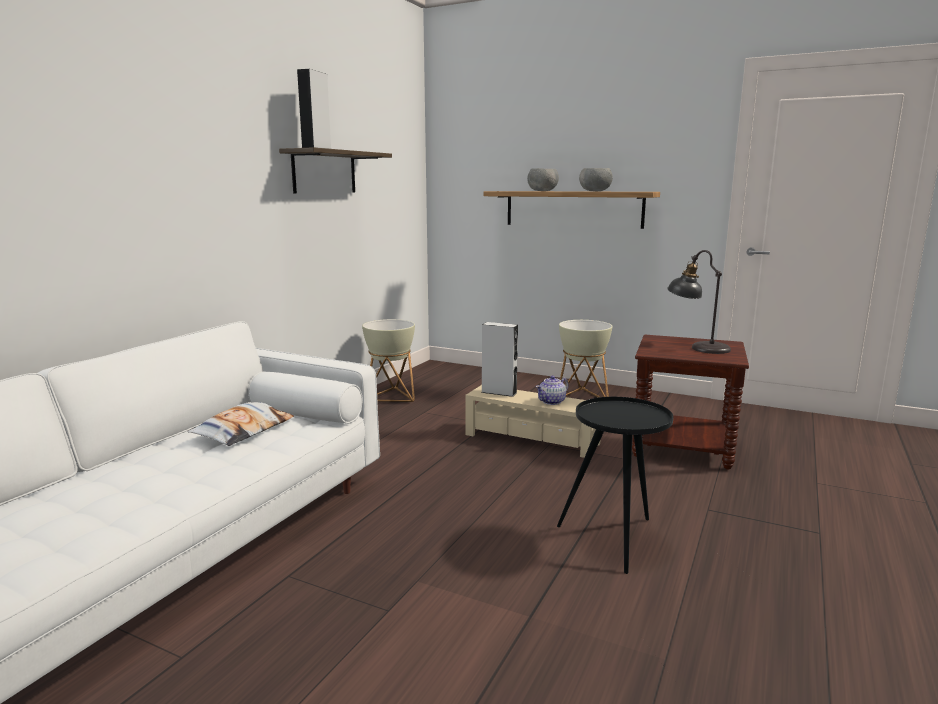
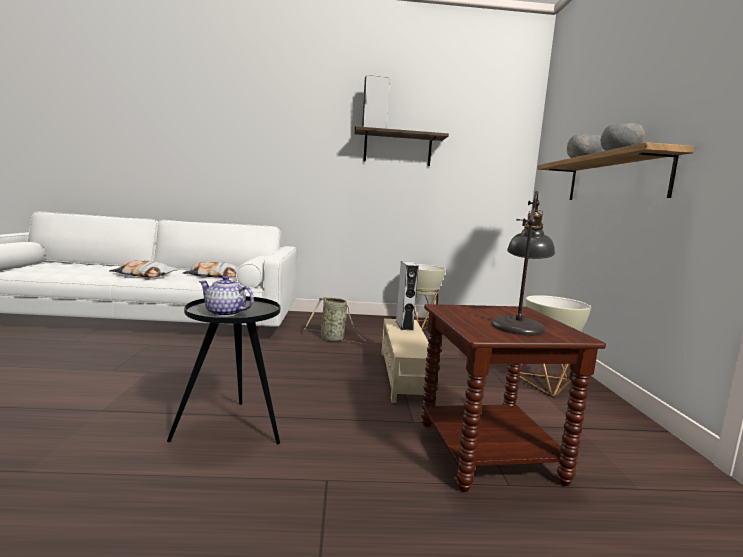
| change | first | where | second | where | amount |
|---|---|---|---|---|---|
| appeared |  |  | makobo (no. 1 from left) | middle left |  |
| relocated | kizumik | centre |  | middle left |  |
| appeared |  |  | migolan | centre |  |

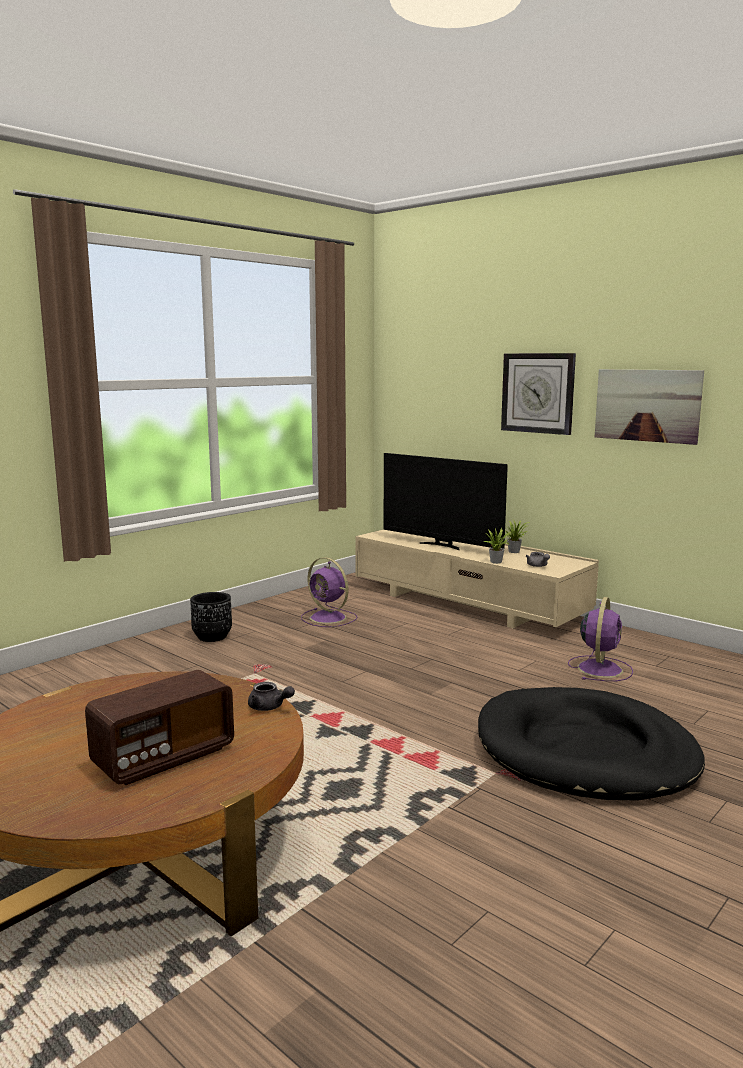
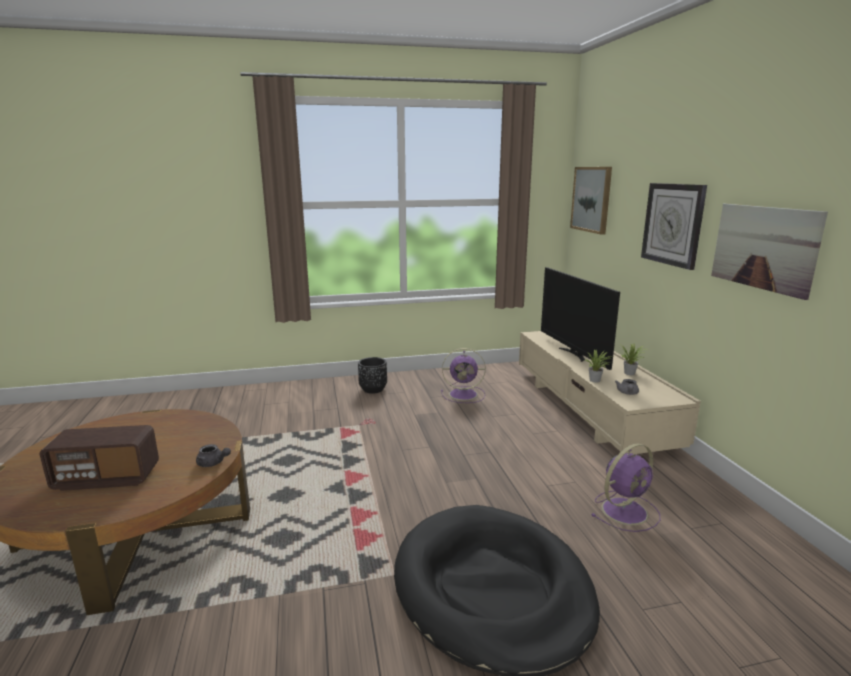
| change | first | where | second | where | amount |
|---|---|---|---|---|---|
| spun | kizumik (grey) (no. 1 from left) | centre |  | bottom left | 45 degrees counterclockwise |
| spun | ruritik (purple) (no. 1 from left) | centre |  | centre | 75 degrees counterclockwise |
| appeared |  |  | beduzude (no. 1 from left) | top right |  |

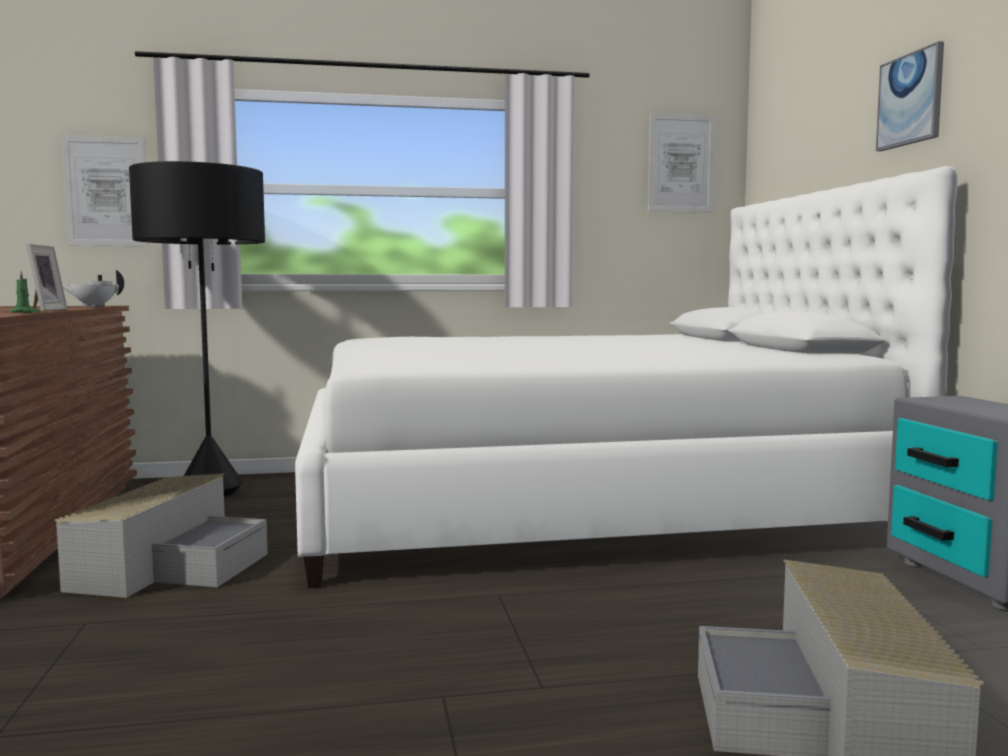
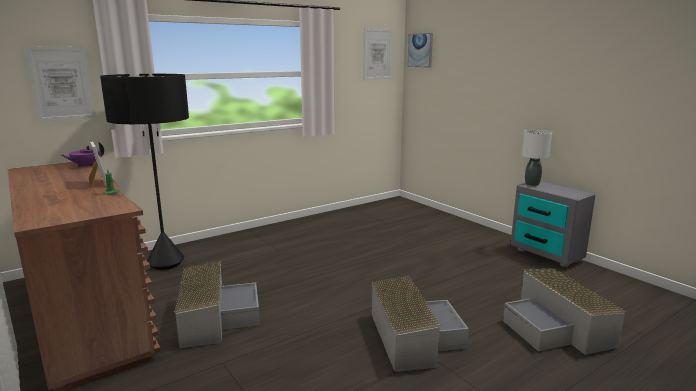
| change | first | where | second | where | amount |
|---|---|---|---|---|---|
| colour | kizumik (white) | middle left | kizumik (purple) | middle left |  |
| appeared |  |  | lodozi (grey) (no. 2 from left) | bottom centre |  |
| relocated | beduzude (no. 3 from left) | top right |  | top centre |  |
| appeared |  |  | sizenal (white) | middle right |  |
| missing | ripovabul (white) | centre |  |  |  |

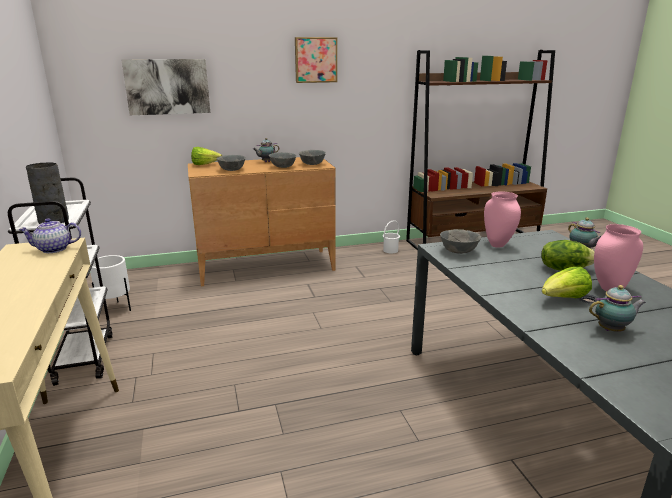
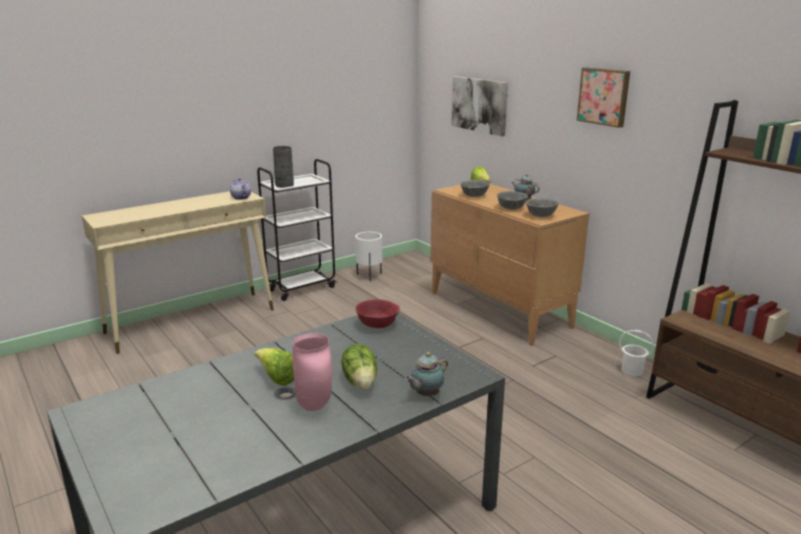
| change | first | where | second | where | amount |
|---|---|---|---|---|---|
| colour | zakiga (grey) (no. 4 from left) | middle right | zakiga (red) | centre |  |
| missing | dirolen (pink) (no. 1 from left) | middle right |  |  |  |
| missing | kizumik (no. 4 from left) | middle right |  |  |  |

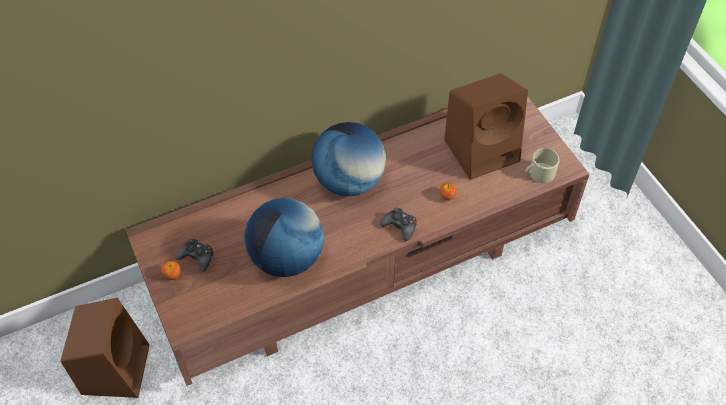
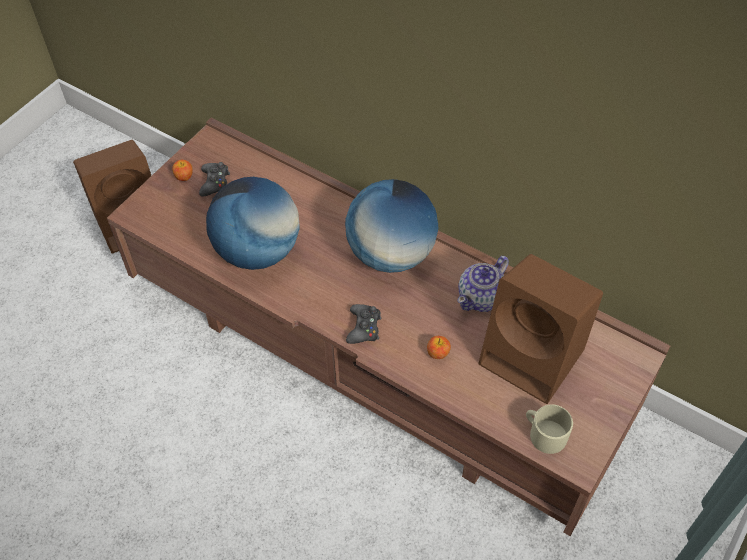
| change | first | where | second | where | amount |
|---|---|---|---|---|---|
| appeared |  |  | kizumik | centre |  |

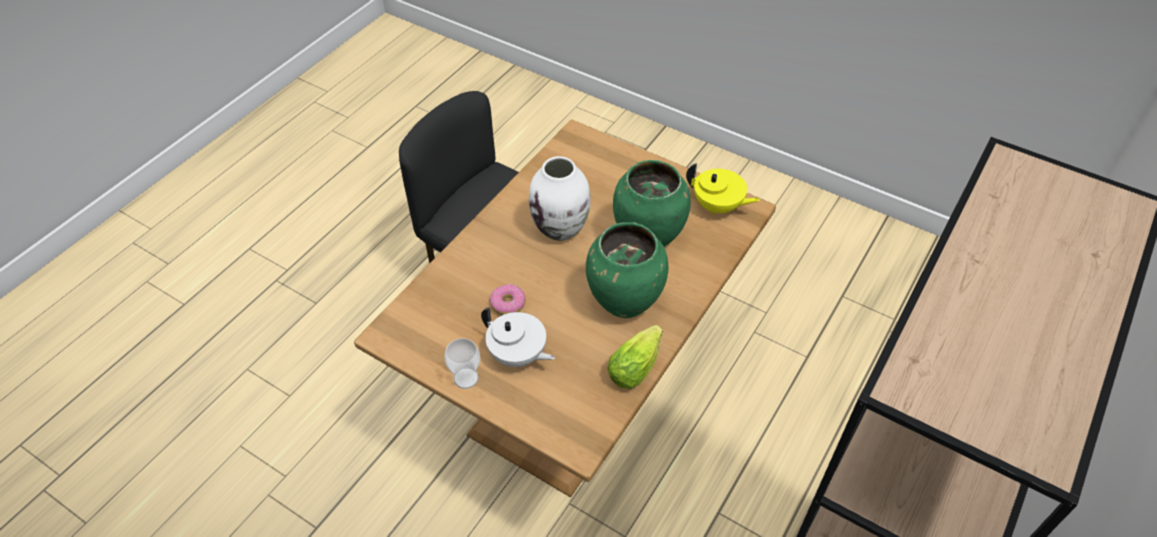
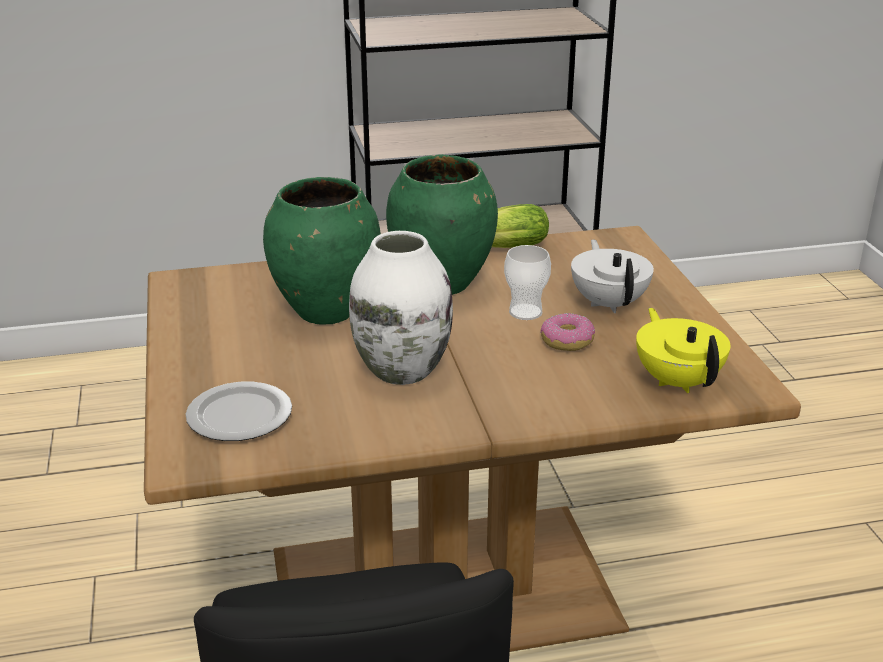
| change | first | where | second | where | amount |
|---|---|---|---|---|---|
| appeared |  |  | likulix | middle left |  |
| relocated | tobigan | bottom centre |  | centre |  |
| relocated | kizumik (yellow) | centre |  | middle right |  |

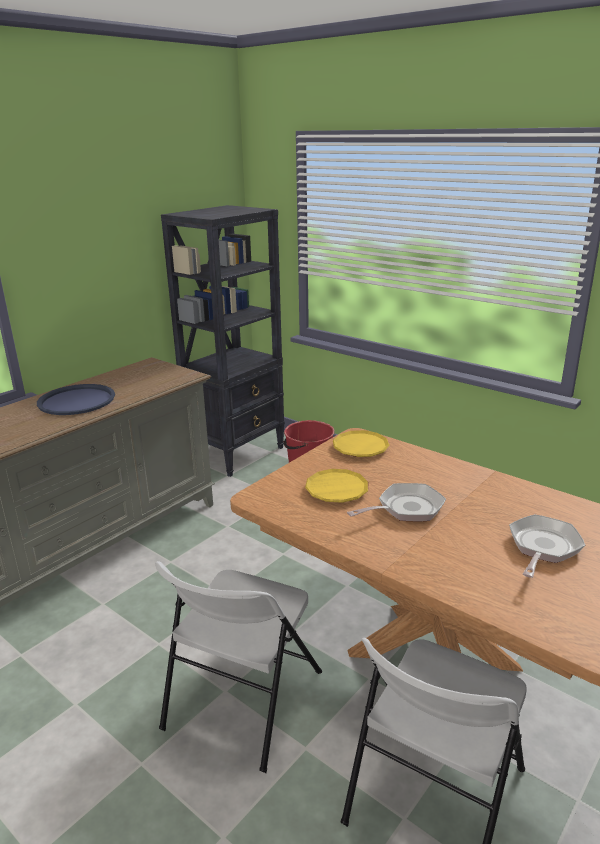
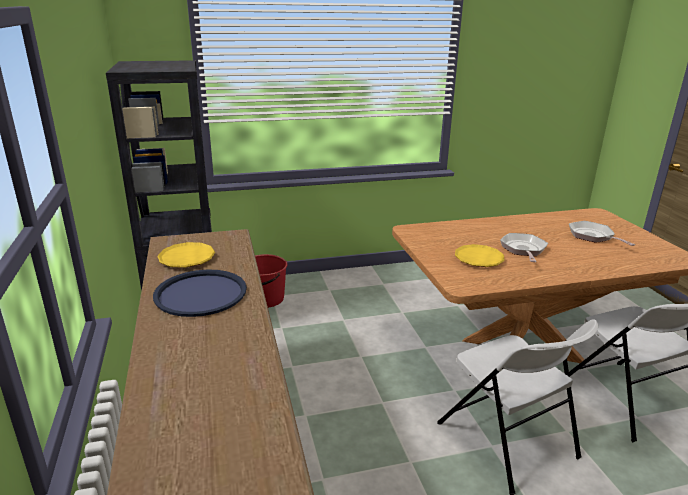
| change | first | where | second | where | amount |
|---|---|---|---|---|---|
| relocated | likulix (yellow) (no. 2 from left in the first image) | centre | likulix (yellow) (no. 1 from left) | middle left |  |

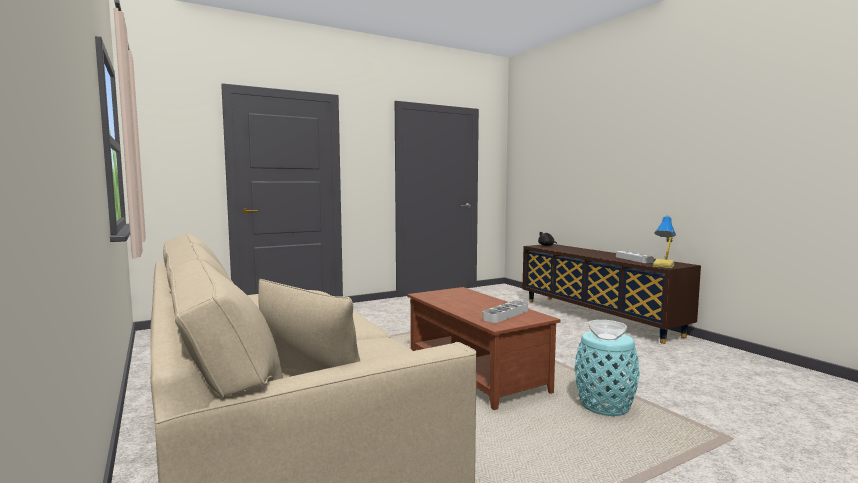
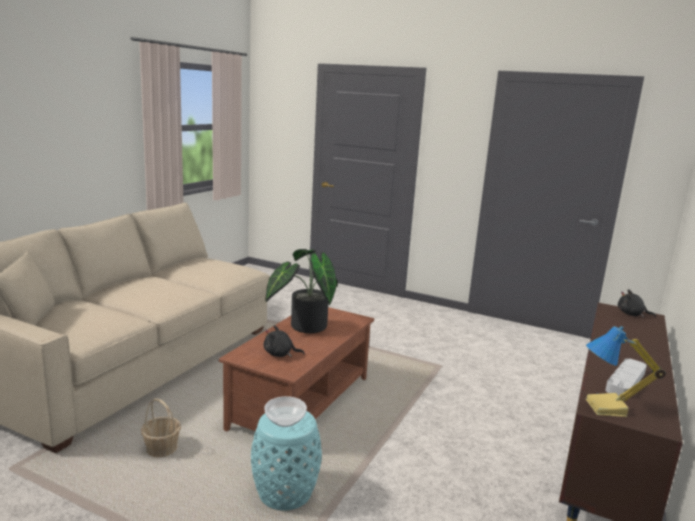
| change | first | where | second | where | amount |
|---|---|---|---|---|---|
| appeared |  |  | migolan | bottom left |  |
| exchanged | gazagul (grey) (no. 1 from left) | centre | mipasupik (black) (no. 1 from left) | centre |  |
| appeared |  |  | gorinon | centre |  |

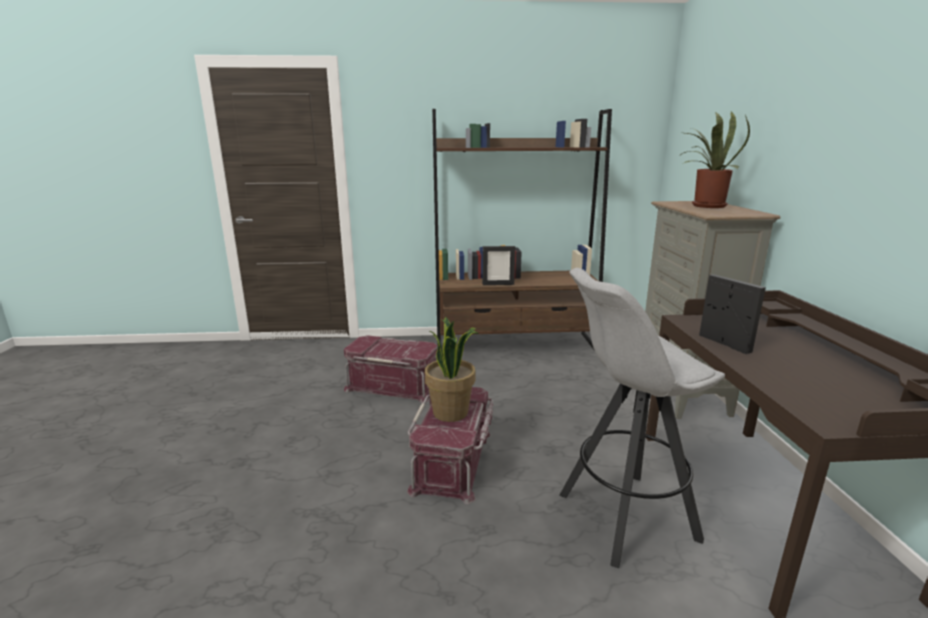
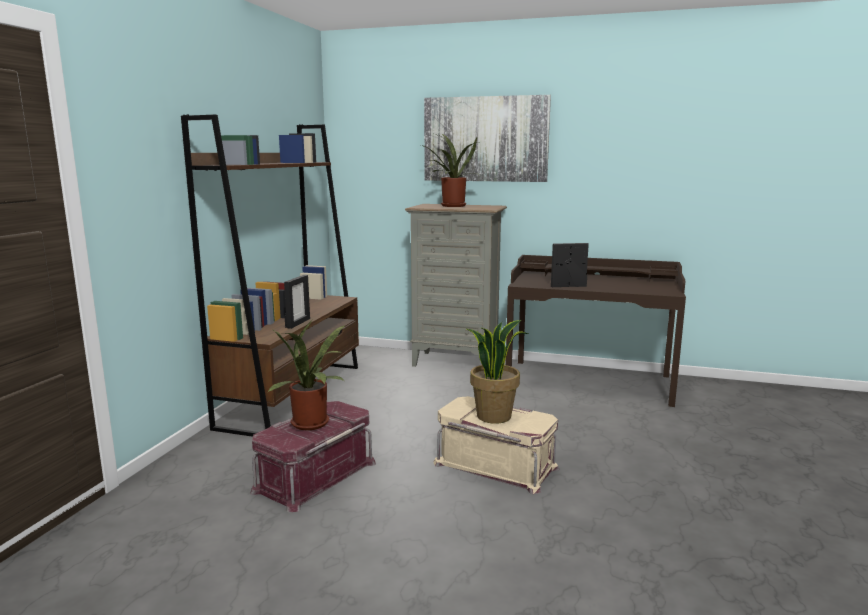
| change | first | where | second | where | amount |
|---|---|---|---|---|---|
| appeared |  |  | gorinon (no. 1 from left) | centre |  |
| appeared |  |  | beduzude | top centre |  |
| colour | lodozi (red) (no. 2 from left) | bottom centre | lodozi (beige) | bottom centre |  |
| missing | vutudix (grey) | bottom right |  |  |  |

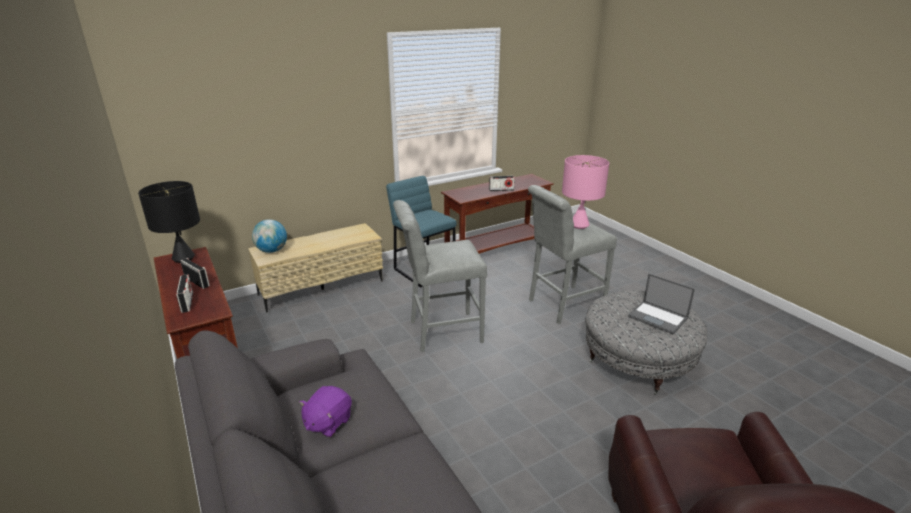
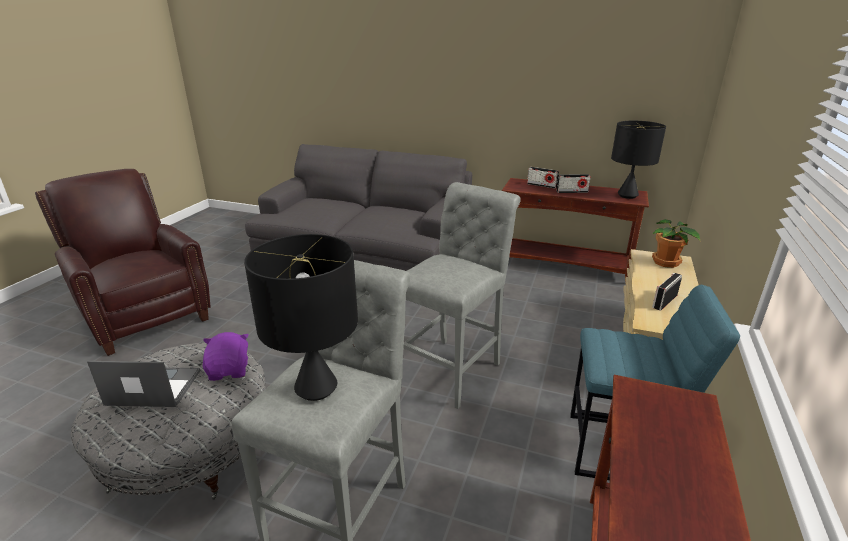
| change | first | where | second | where | amount |
|---|---|---|---|---|---|
| relocated | mipasupik (purple) | bottom centre |  | middle left |  |
| colour | sizenal (pink) | centre | sizenal (black) (no. 1 from left) | centre |  |
| exchanged | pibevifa | middle left | gorinon | middle right |  |
| relocated | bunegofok (no. 3 from left) | centre |  | middle right |  |

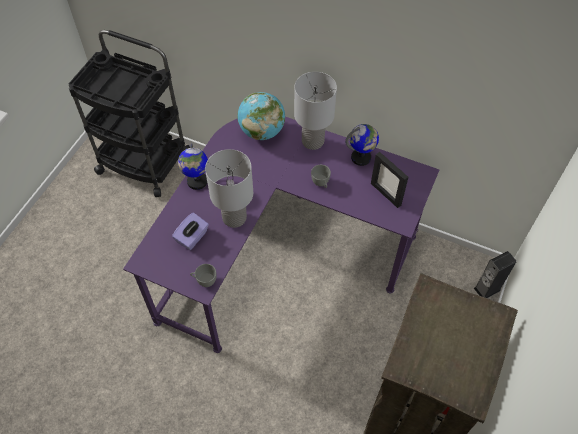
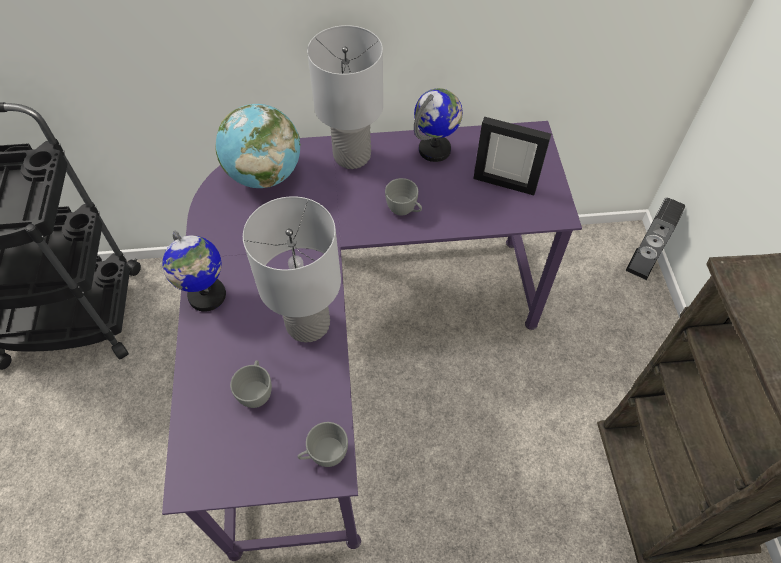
| change | first | where | second | where | amount |
|---|---|---|---|---|---|
| exchanged | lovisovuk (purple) | middle left | tobigan (grey) (no. 1 from left) | bottom left |  |

